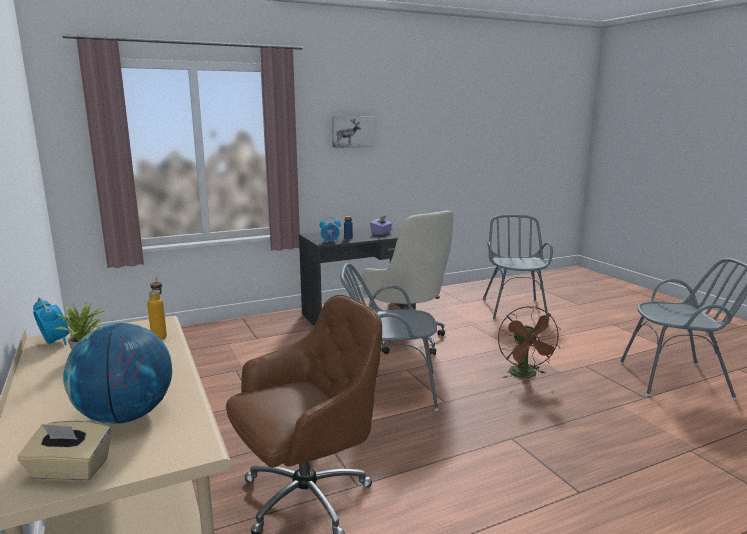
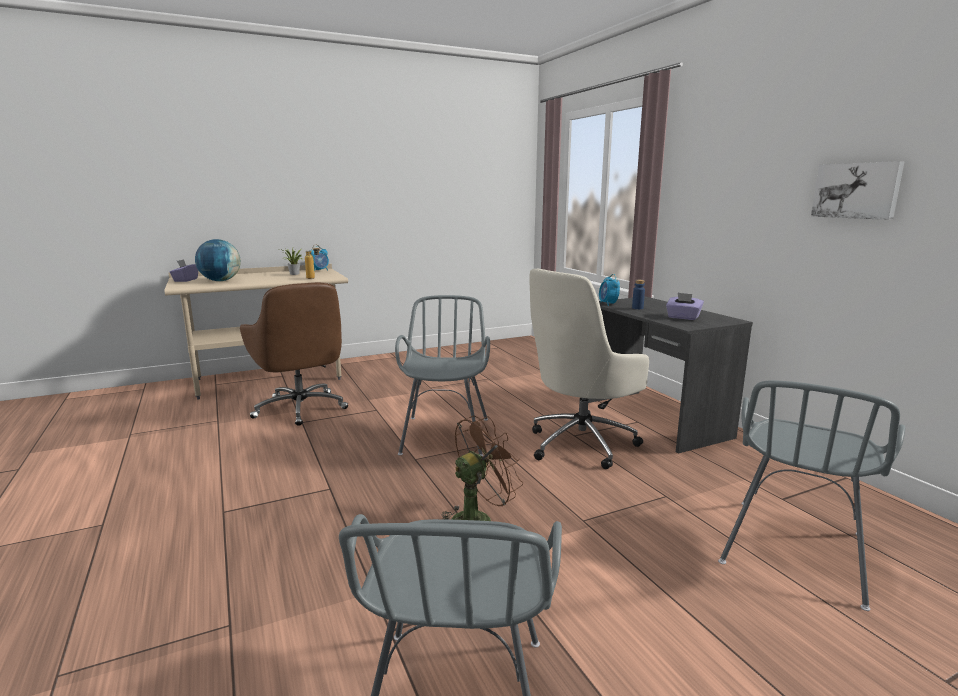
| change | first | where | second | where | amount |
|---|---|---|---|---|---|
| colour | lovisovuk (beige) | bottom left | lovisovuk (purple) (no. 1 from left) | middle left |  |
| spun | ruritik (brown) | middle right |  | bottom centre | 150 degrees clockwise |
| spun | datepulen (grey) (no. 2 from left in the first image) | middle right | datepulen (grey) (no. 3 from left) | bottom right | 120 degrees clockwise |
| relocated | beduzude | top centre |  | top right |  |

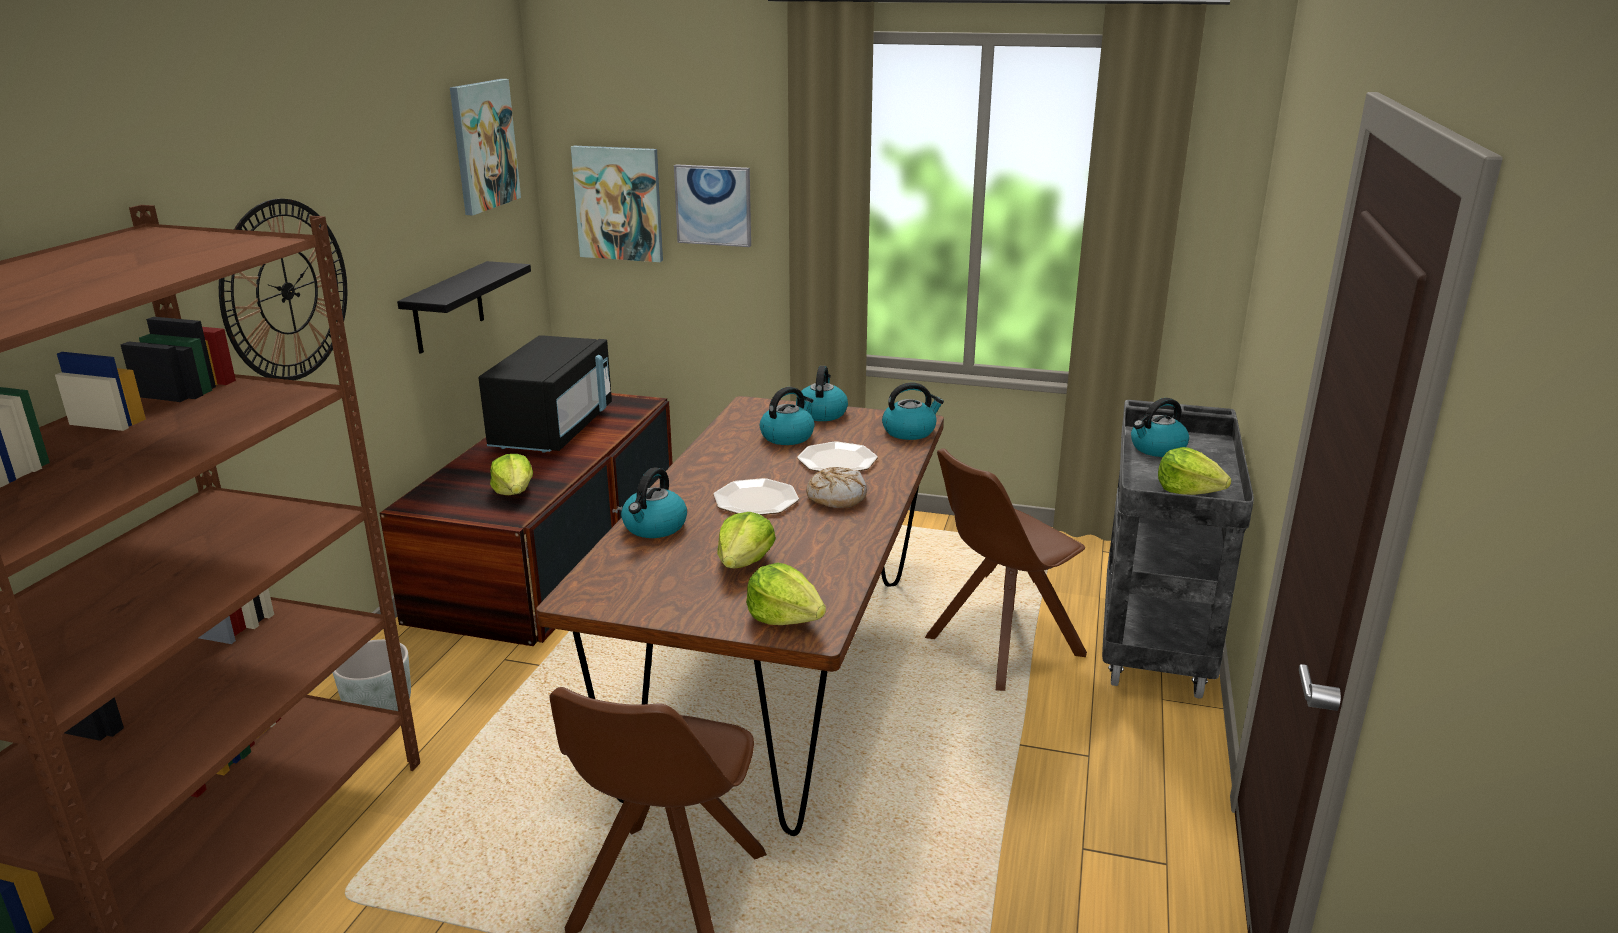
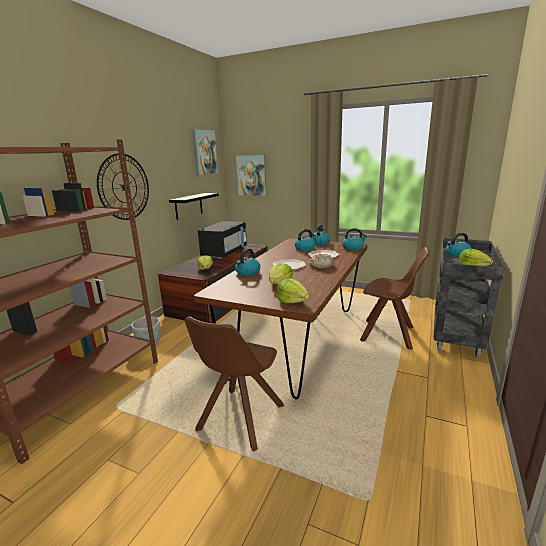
| change | first | where | second | where | amount |
|---|---|---|---|---|---|
| spun | datepulen (brown) (no. 2 from left) | centre |  | middle right | 135 degrees counterclockwise |
| missing | beduzude (no. 3 from left) | top centre |  |  |  |

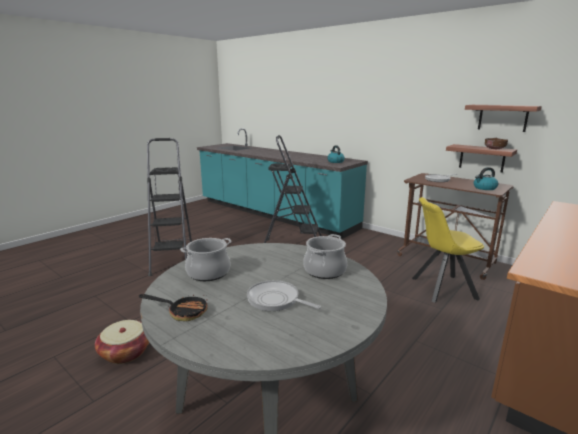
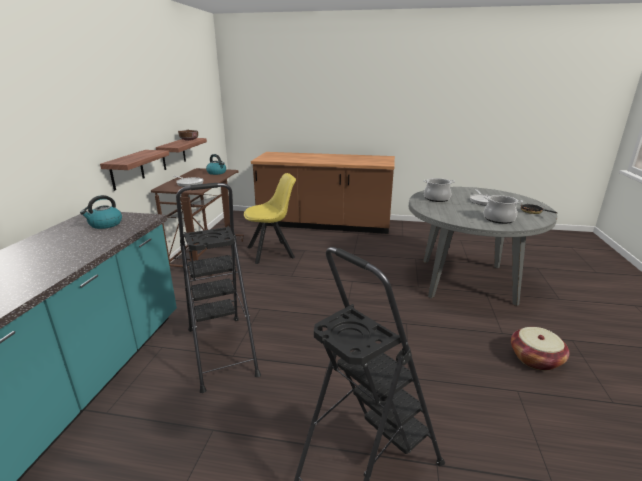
| change | first | where | second | where | amount |
|---|---|---|---|---|---|
| relocated | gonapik (no. 2 from left in the first image) | top right | gonapik (no. 1 from left) | middle left |  |
| spun | datepulen (yellow) | middle right |  | centre | 75 degrees counterclockwise |

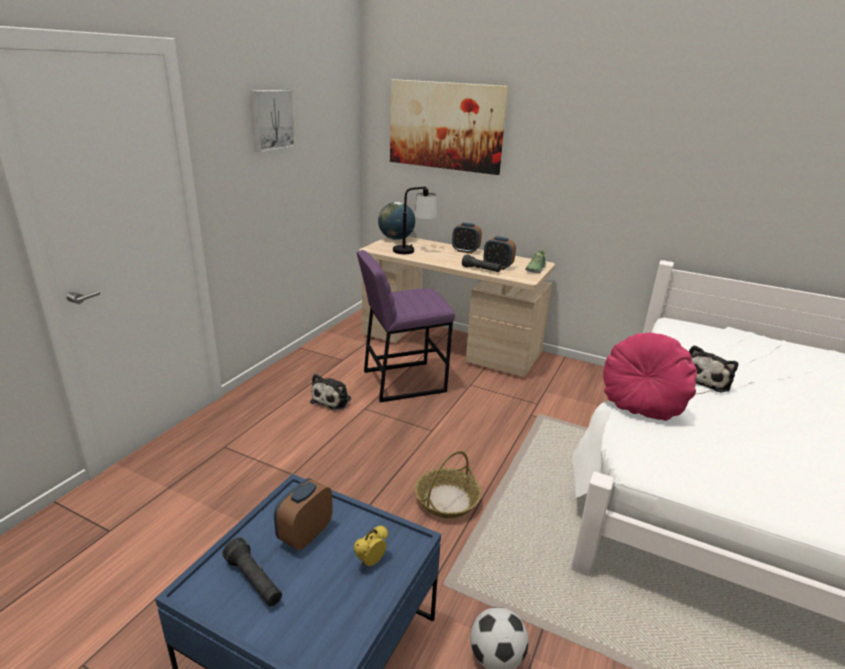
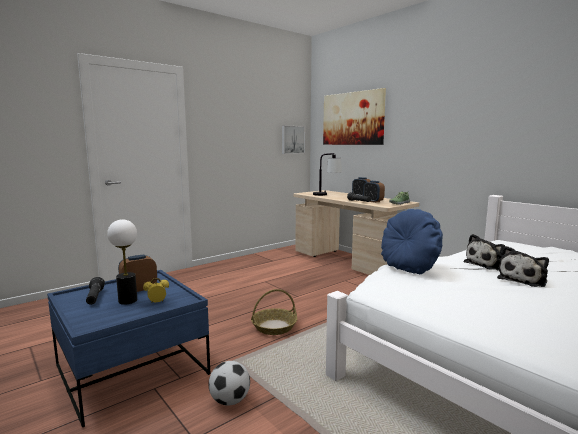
| change | first | where | second | where | amount |
|---|---|---|---|---|---|
| appeared |  |  | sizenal (no. 1 from left) | middle left |  |
| relocated | beduzude (no. 1 from left) | top left |  | top centre |  |
| colour | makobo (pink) | middle right | makobo (blue) | middle right |  |
| relocated | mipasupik (no. 1 from left in the first image) | centre | mipasupik (no. 2 from left) | middle right |  |
| missing | datepulen (purple) | centre |  |  |  |
| missing | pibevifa | top centre |  |  |  |

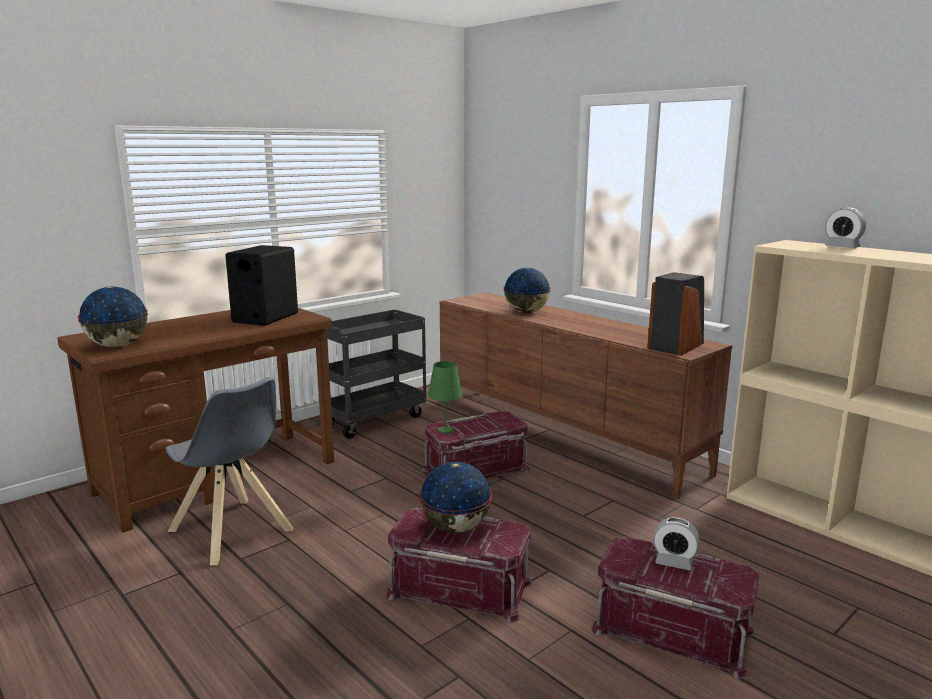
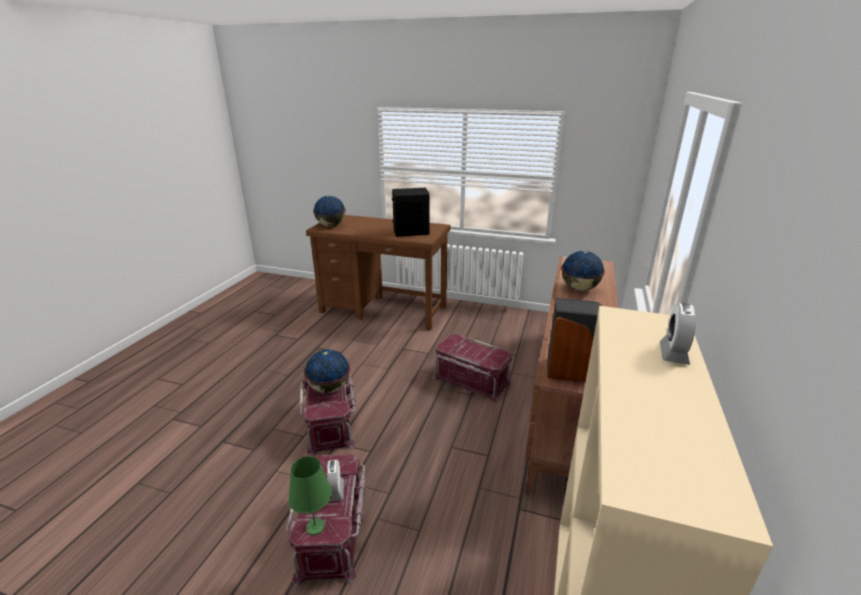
| change | first | where | second | where | amount |
|---|---|---|---|---|---|
| relocated | sizenal (green) | centre |  | bottom centre |  |
| missing | datepulen (grey) | bottom left |  |  |  |
| missing | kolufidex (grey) | centre |  |  |  |

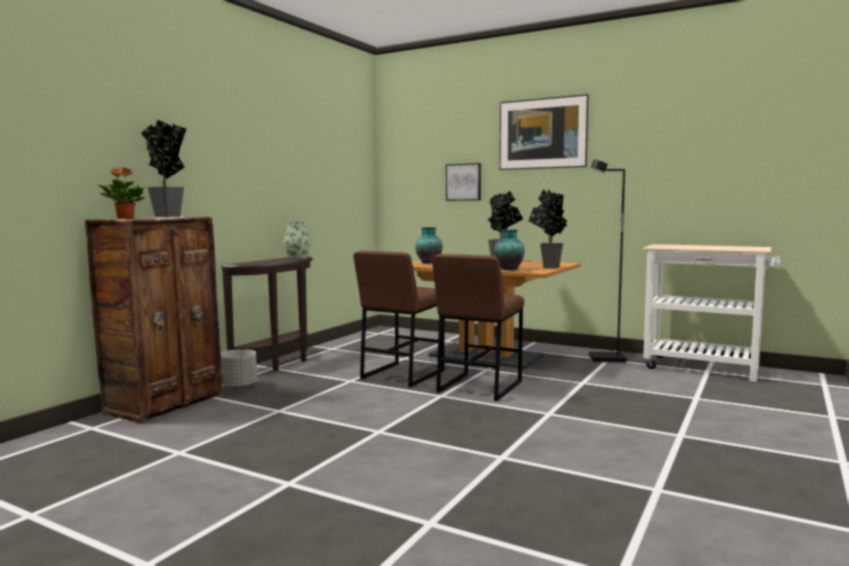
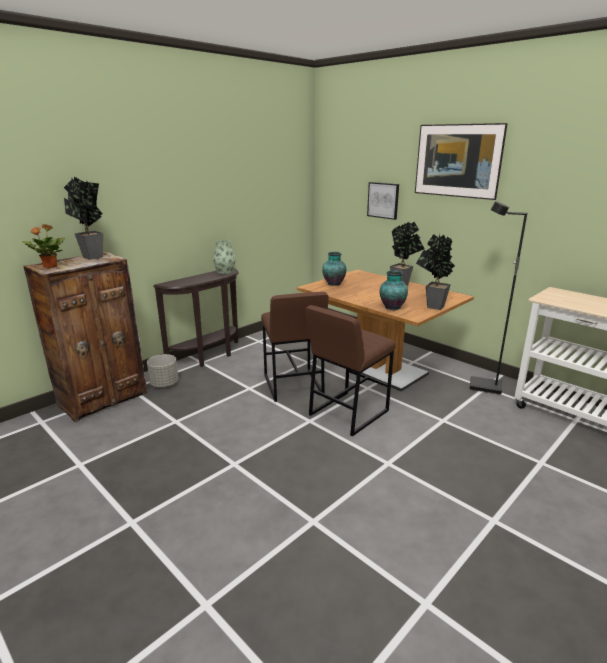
| change | first | where | second | where | amount |
|---|---|---|---|---|---|
| spun | datepulen (brown) (no. 1 from left) | centre |  | centre | 60 degrees counterclockwise |

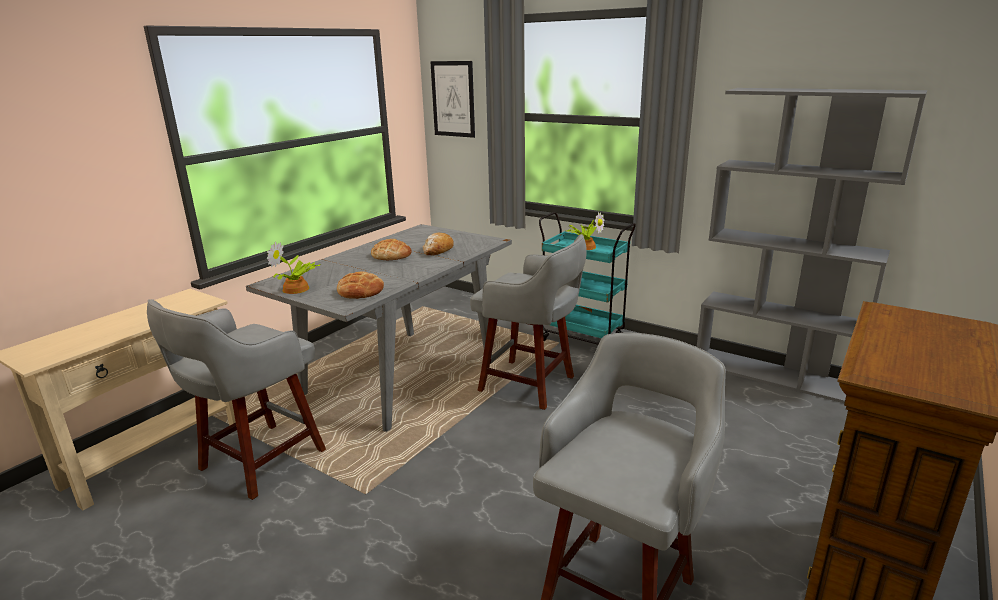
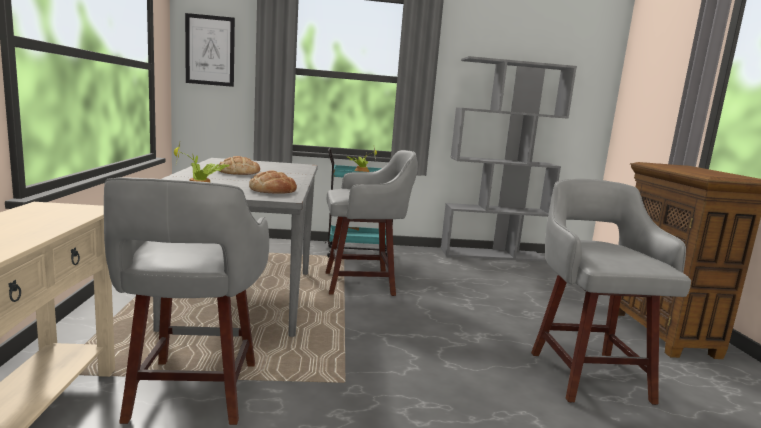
| change | first | where | second | where | amount |
|---|---|---|---|---|---|
| missing | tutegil (no. 3 from left) | centre |  |  |  |

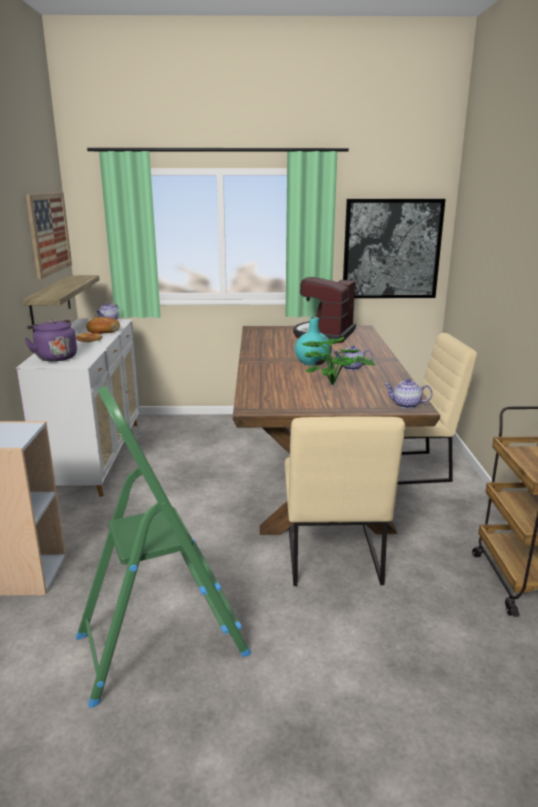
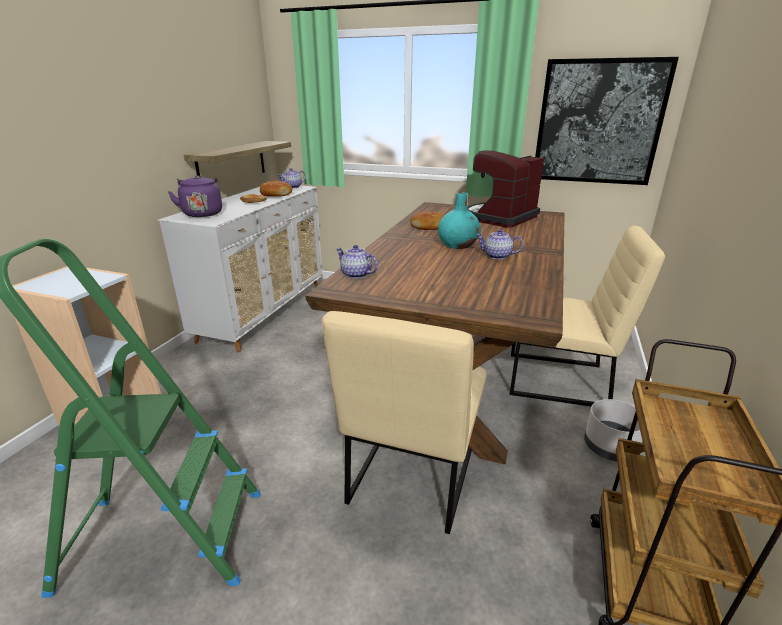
| change | first | where | second | where | amount |
|---|---|---|---|---|---|
| relocated | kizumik (no. 3 from left in the first image) | middle right | kizumik (no. 2 from left) | centre |  |
| appeared |  |  | tutegil (no. 3 from left) | centre |  |
| appeared |  |  | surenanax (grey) | bottom right |  |
| missing | beduzude (no. 1 from left) | top left |  |  |  |
| missing | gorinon | centre |  |  |  |

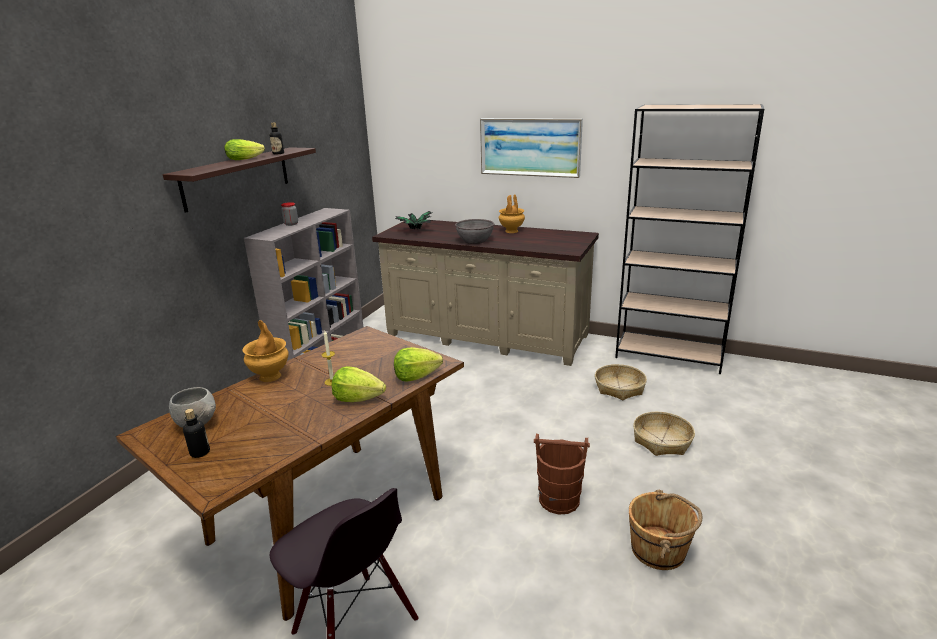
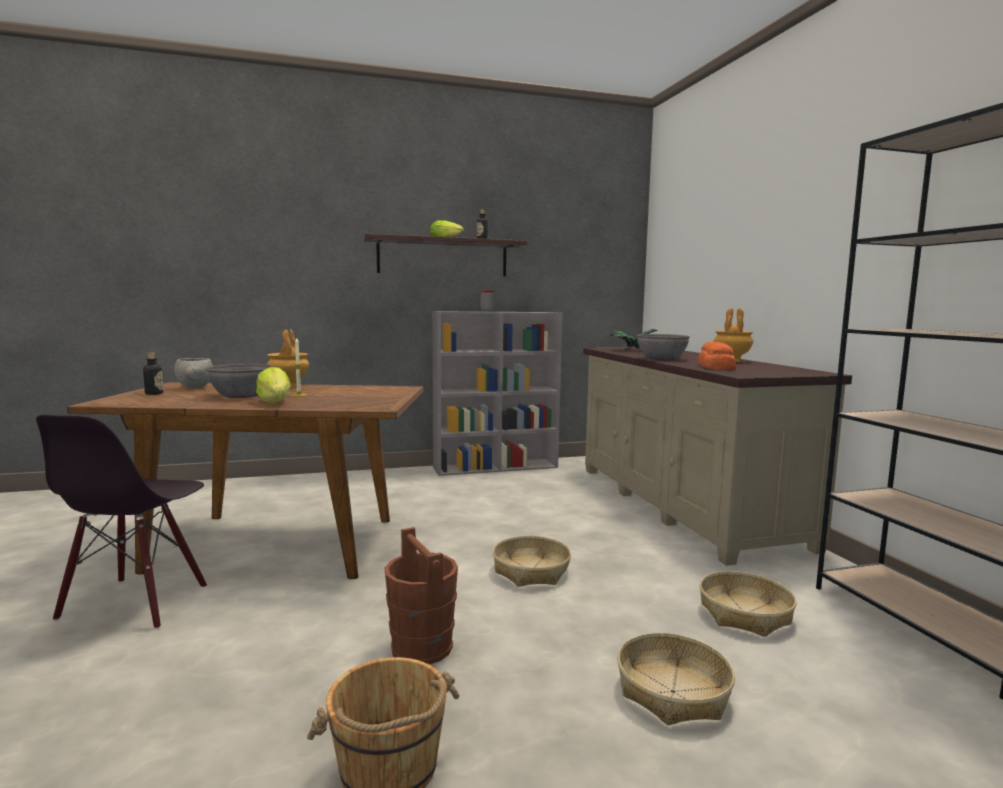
| change | first | where | second | where | amount |
|---|---|---|---|---|---|
| appeared |  |  | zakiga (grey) (no. 2 from left) | middle left |  |
| appeared |  |  | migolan (no. 1 from left) | bottom centre |  |
| appeared |  |  | tutegil | middle right |  |
| missing | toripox (no. 3 from left) | centre |  |  |  |
| missing | beduzude | top centre |  |  |  |

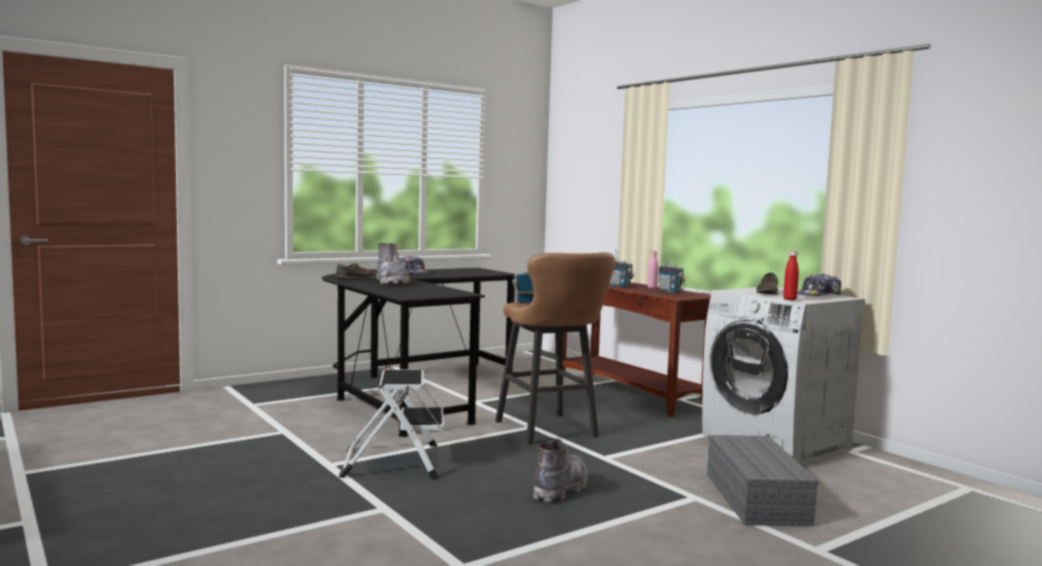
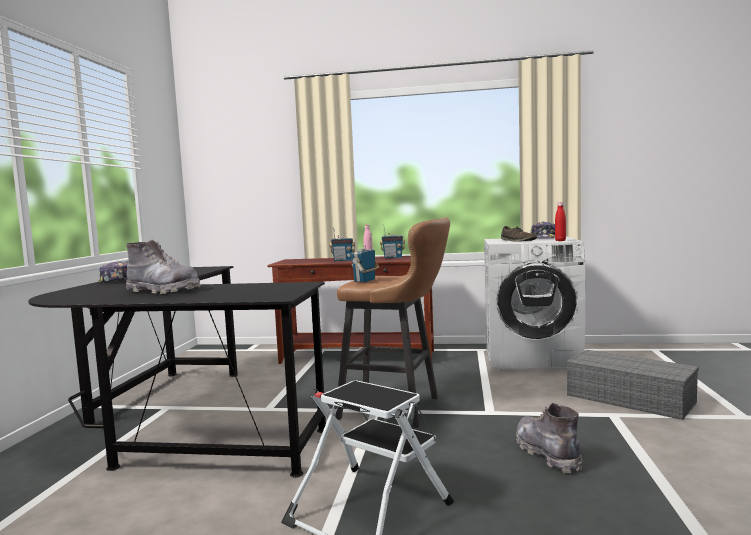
| change | first | where | second | where | amount |
|---|---|---|---|---|---|
| missing | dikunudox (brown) (no. 1 from left) | centre |  |  |  |

